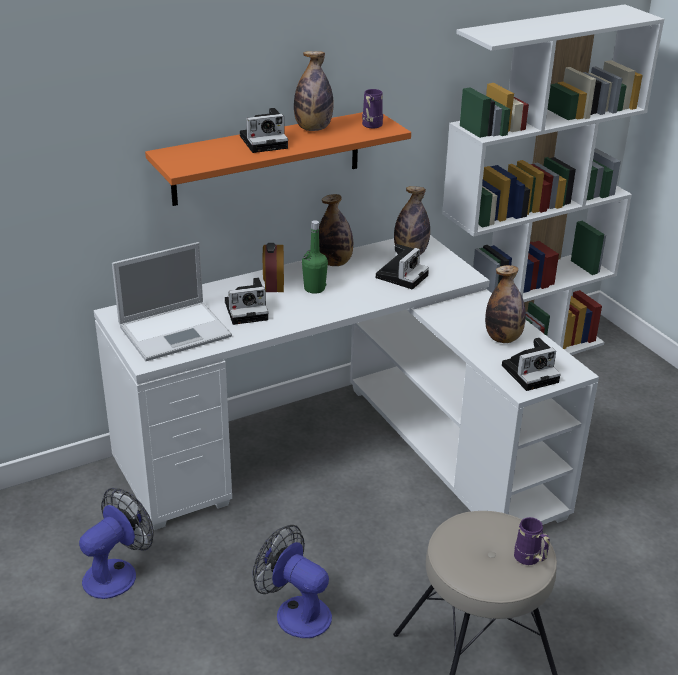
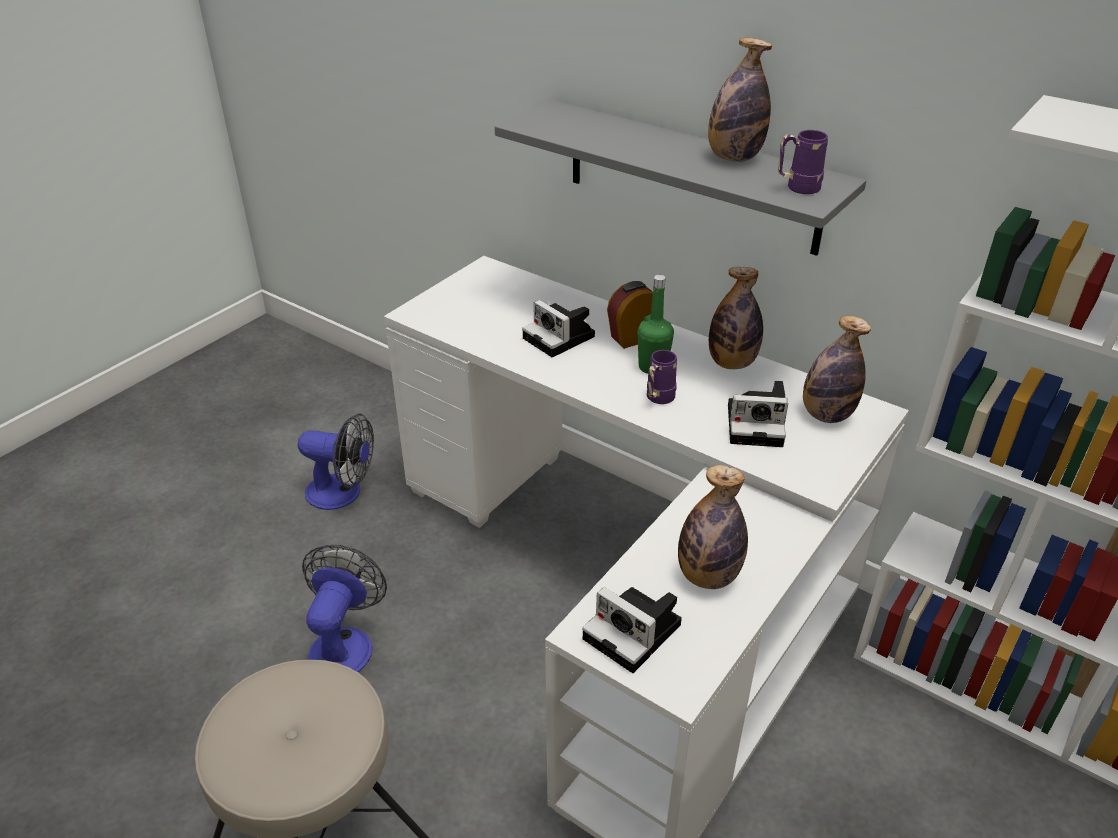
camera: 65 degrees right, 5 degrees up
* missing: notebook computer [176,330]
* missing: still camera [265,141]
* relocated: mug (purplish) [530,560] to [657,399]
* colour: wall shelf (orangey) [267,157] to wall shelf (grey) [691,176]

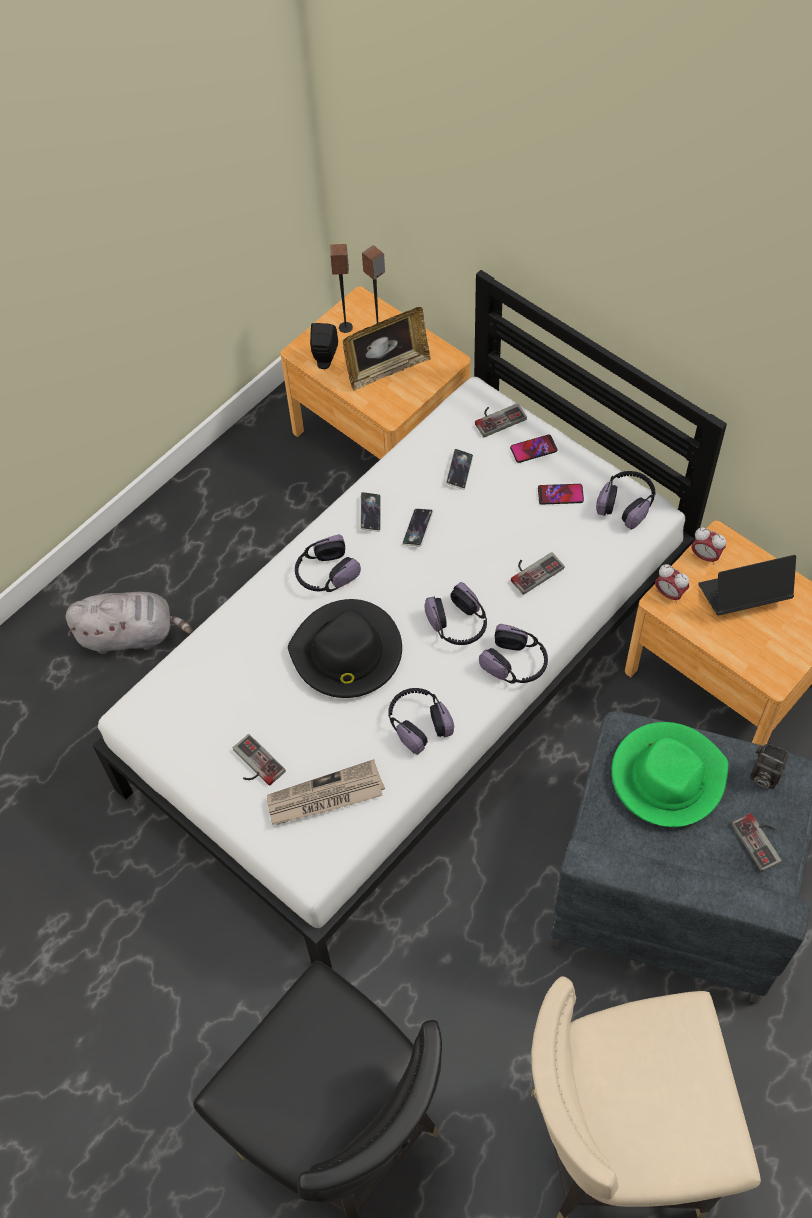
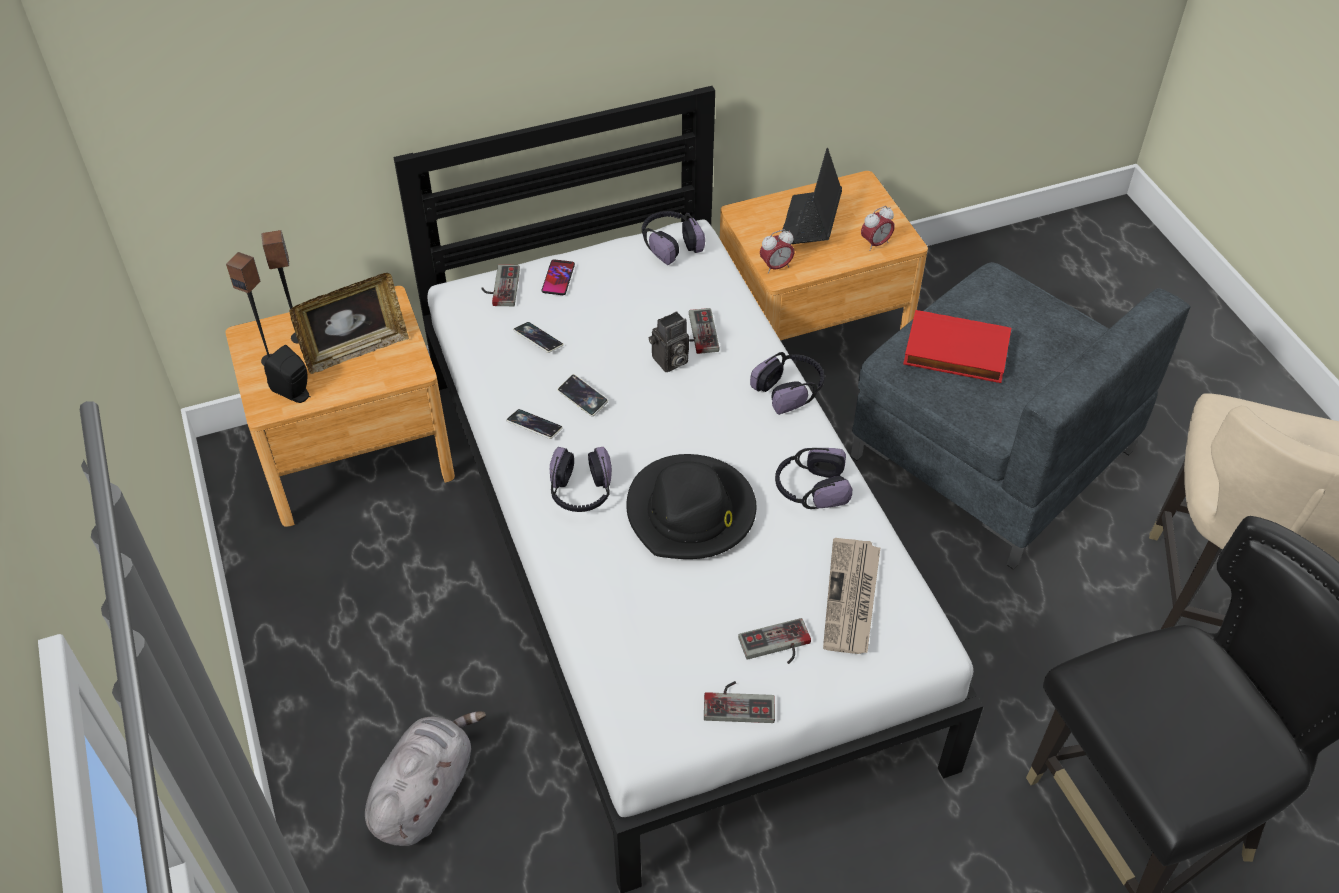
camera: 65 degrees left, 10 degrees down
* missing: headphones [458,624]
* missing: handset [560,494]
* relocated: bedside clock [705,556] to [875,244]
* relocated: game controller [761,840] to [739,701]
* relocated: still camera [763,775] to [669,362]
* exchanged: wearable hat (green-coloured) [667,776] to book (reddish) [955,353]
* spun: picture frame [387,369] = [355,350] 60 degrees clockwise

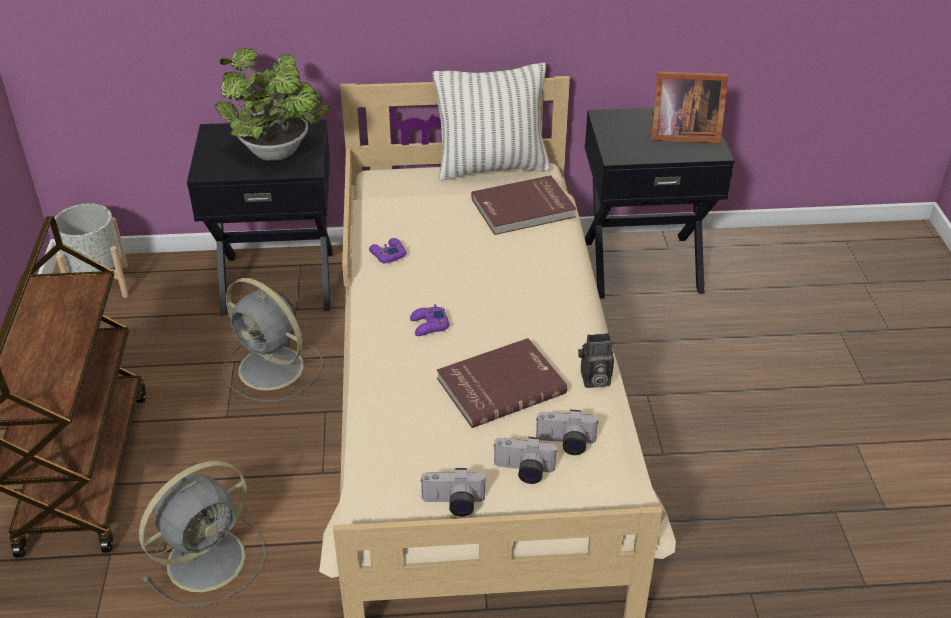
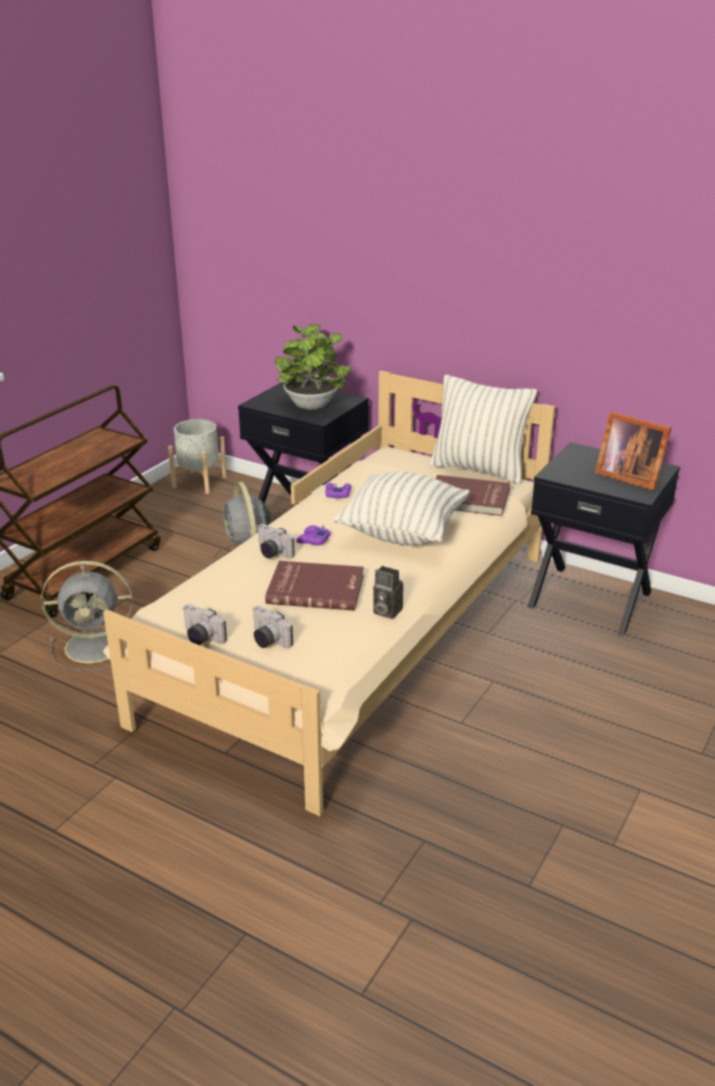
camera: 35 degrees right, 10 degrees down
* appeared: throw pillow [402,533]
* relocated: still camera [565,444] to [271,553]

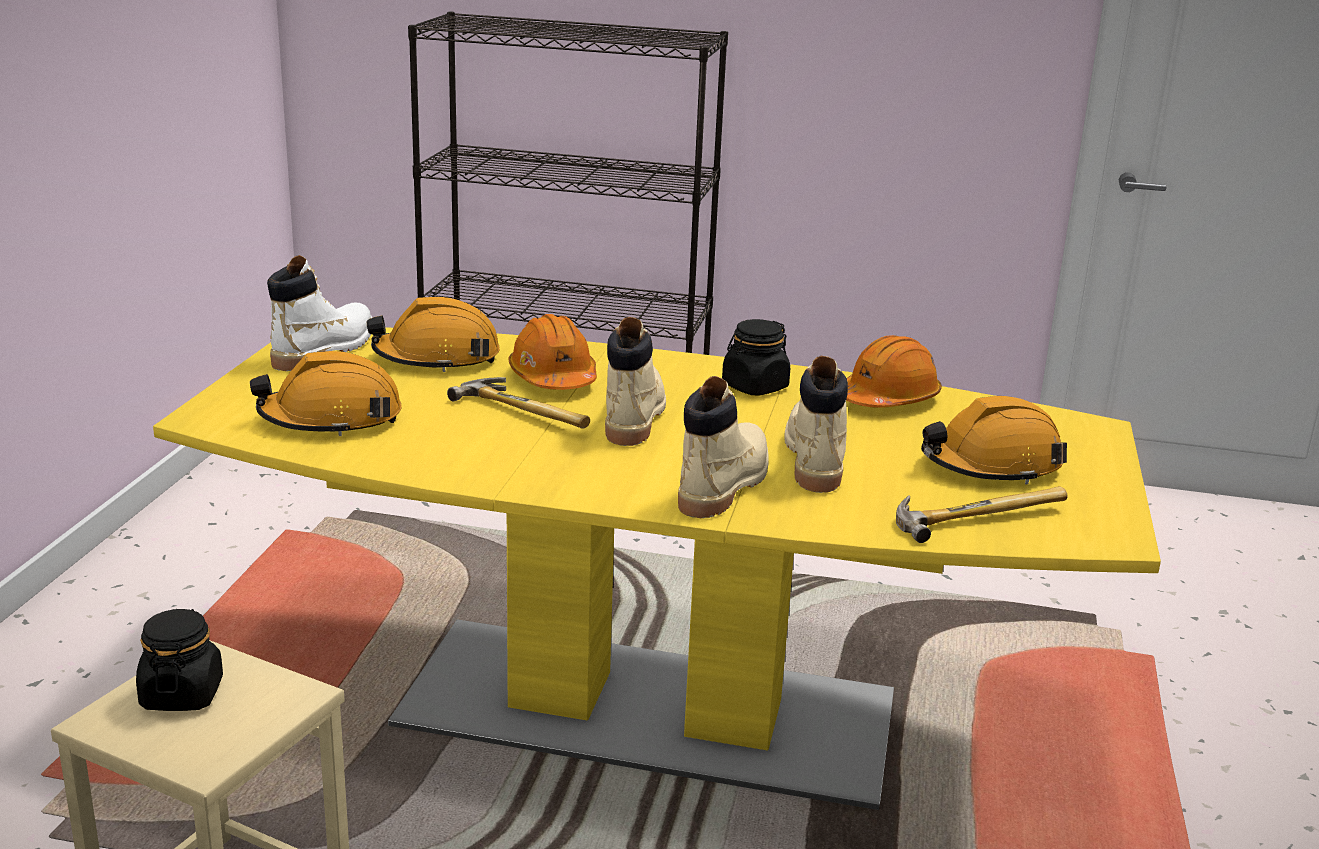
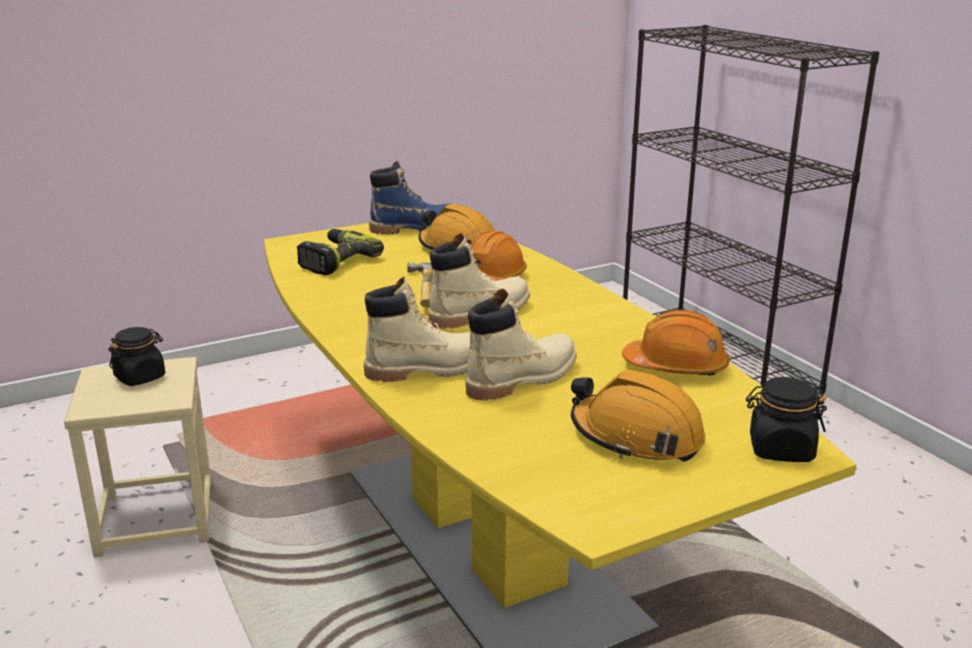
camera: 50 degrees right, 0 degrees up
* missing: hand hammer [975,515]
* relocated: storage jar (black) [754,387] to [780,449]
* exchanged: work helmet (orangey) [331,419] to drill [335,261]
* colour: boot (white-coloured) [325,350] to boot (blue) [416,228]

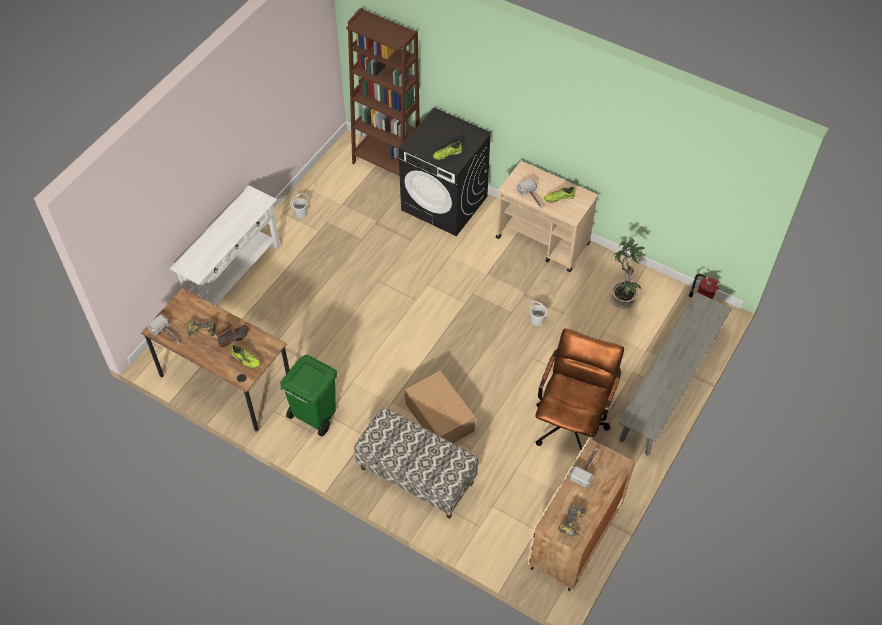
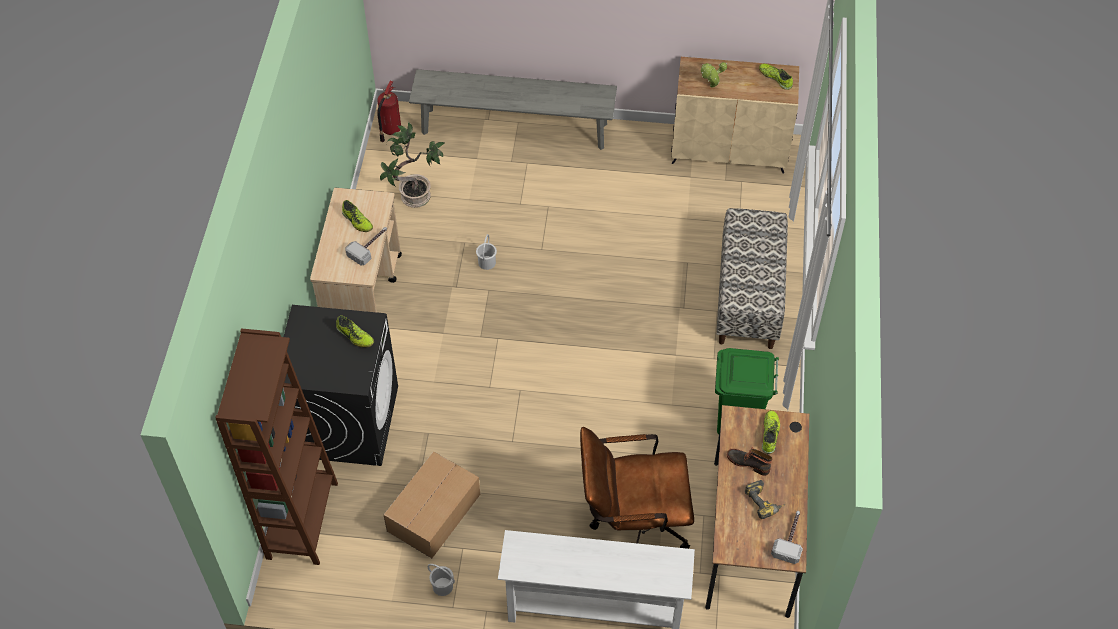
camera: 115 degrees left, 0 degrees up
* relocated: packing box [439,418] to [435,512]
* relocated: computer chair (brown) [572,421] to [632,524]
* exchanged: drill [574,524] to low shoe [775,78]
* exchanged: hand hammer [587,467] to houseplant [710,87]

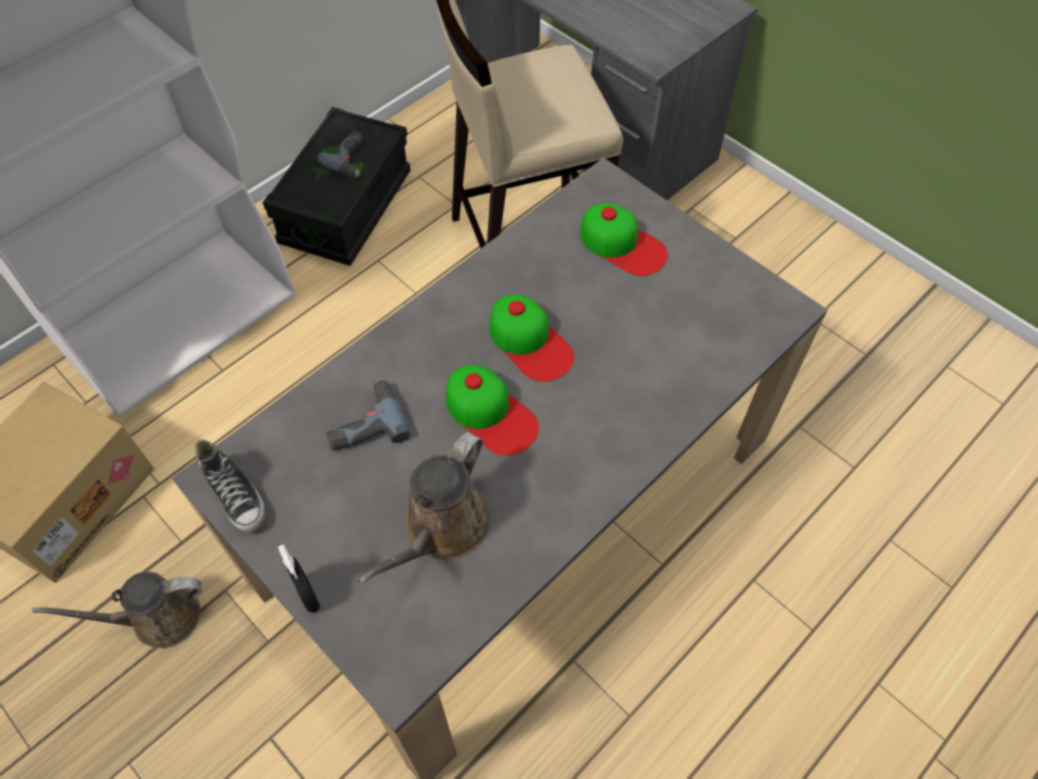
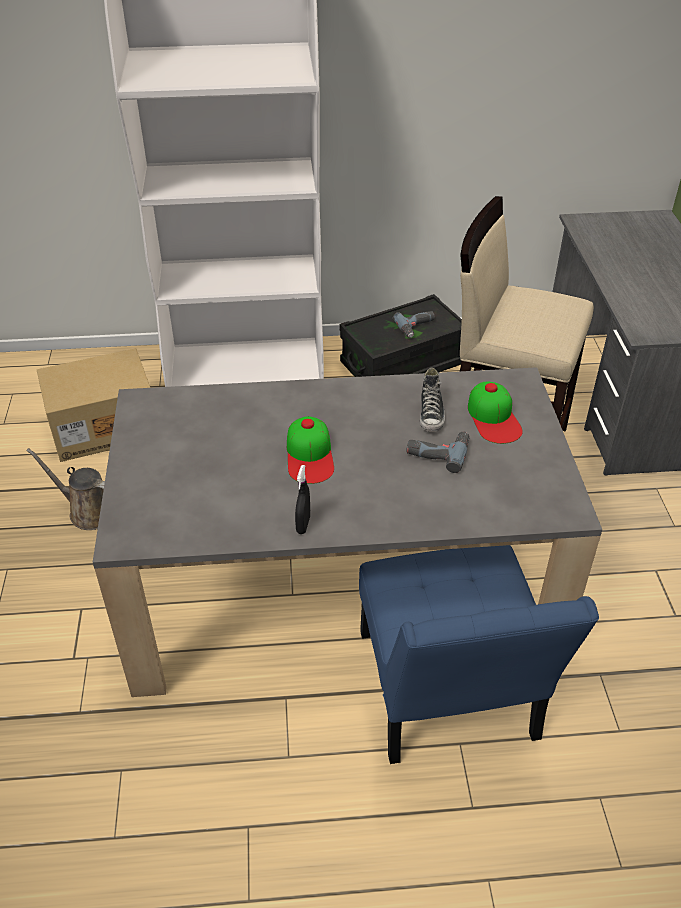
camera: 40 degrees right, 15 degrees down
* missing: watering pot (brown) [441,528]
* missing: cap [530,342]
* appeared: plain chair (blue) [448,695]
* relocated: low shoe [237,495] to [431,414]
* relocated: hand sprayer (black) [308,595] to [303,525]
* relocated: drill [364,422] to [438,451]

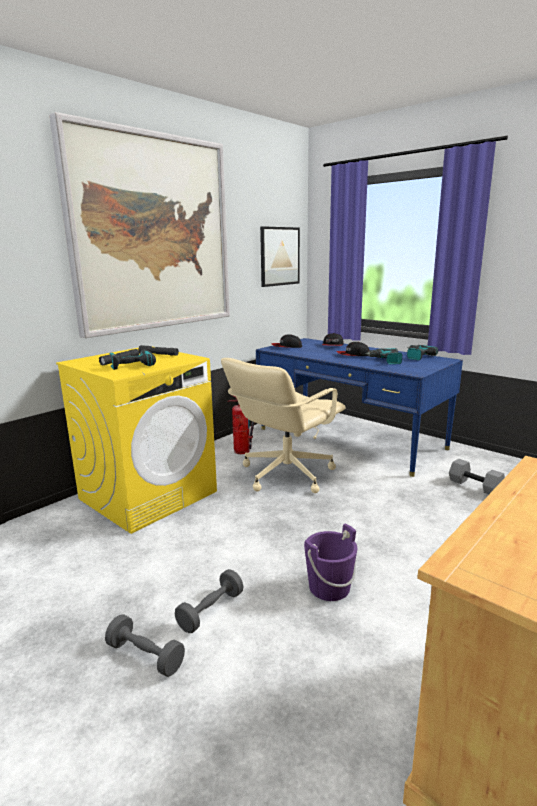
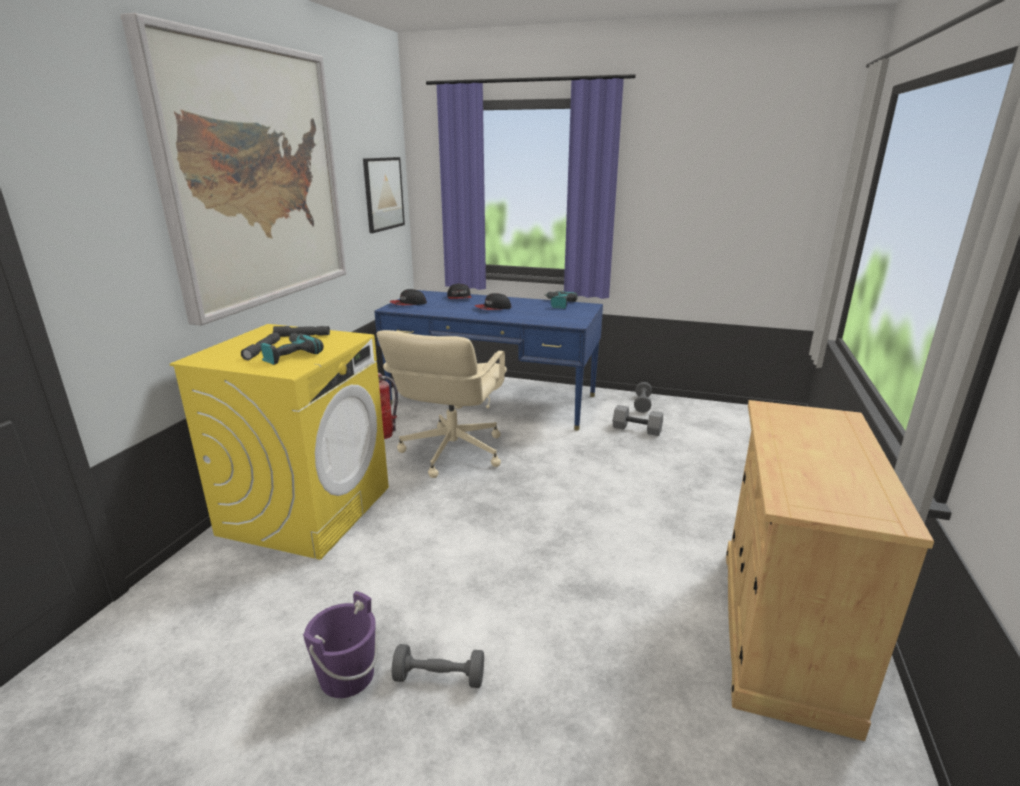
camera: 25 degrees left, 5 degrees up
* missing: drill [385,361]
* relocated: hand weight (grey) [211,611] to [642,404]
* relocated: water bucket (purplish) [329,587] to [347,675]

